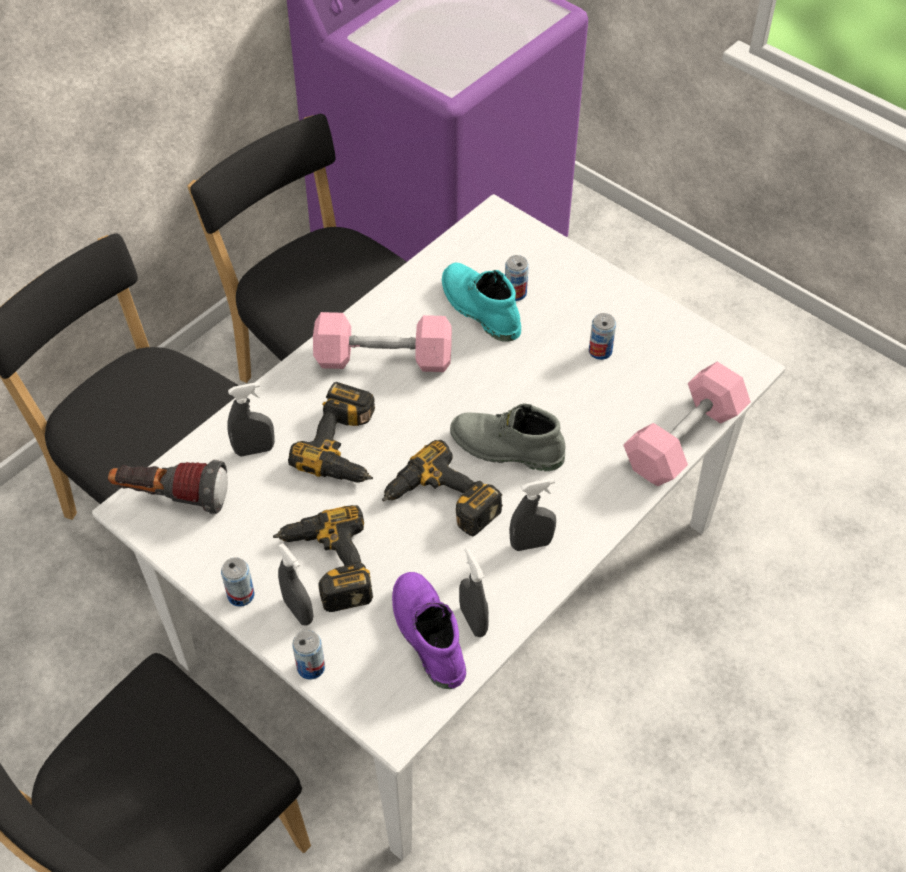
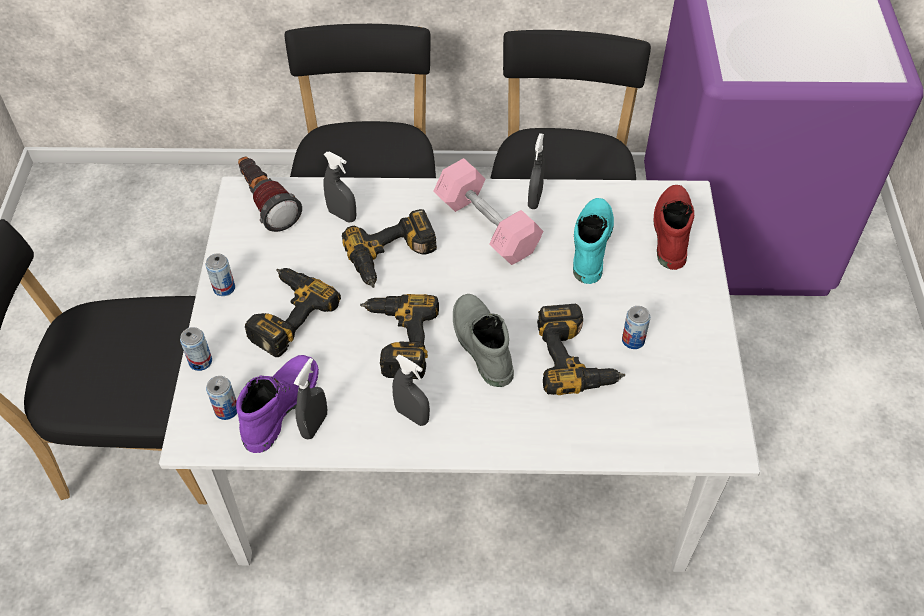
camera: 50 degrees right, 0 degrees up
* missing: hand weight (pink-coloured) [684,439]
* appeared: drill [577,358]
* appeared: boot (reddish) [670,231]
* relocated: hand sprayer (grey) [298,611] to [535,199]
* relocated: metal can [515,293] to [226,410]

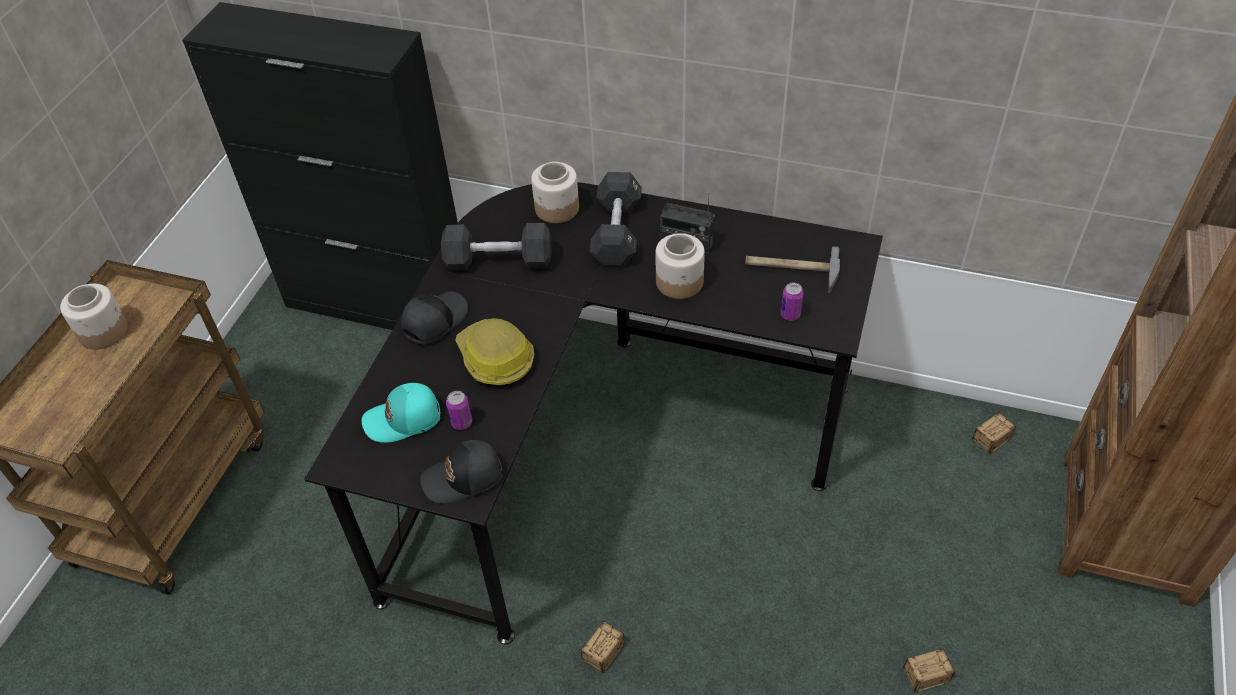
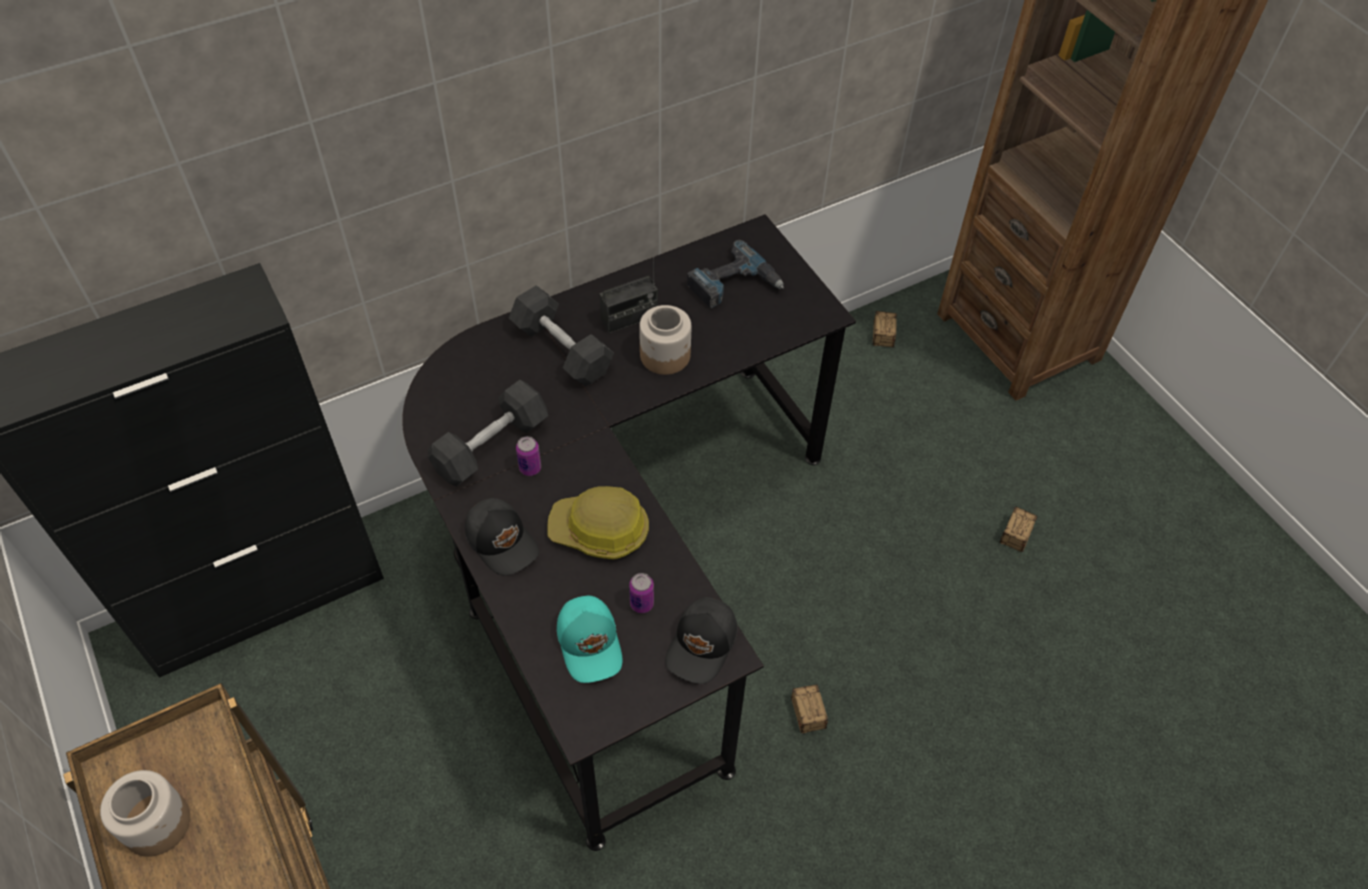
camera: 50 degrees left, 5 degrees up
* missing: storage jar [557,209]
* relocated: metal can [790,314] to [530,468]
* exchanged: hand hammer [791,269] to drill [734,285]
* spun: cap (turquoise) [404,420] = [591,643] 45 degrees counterclockwise
* spun: cap (black) [434,320] = [502,541] 150 degrees clockwise

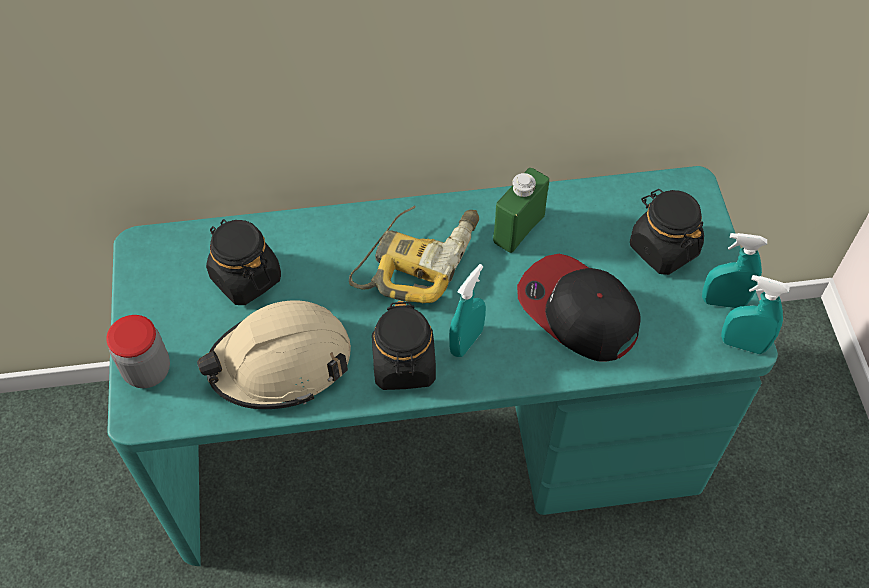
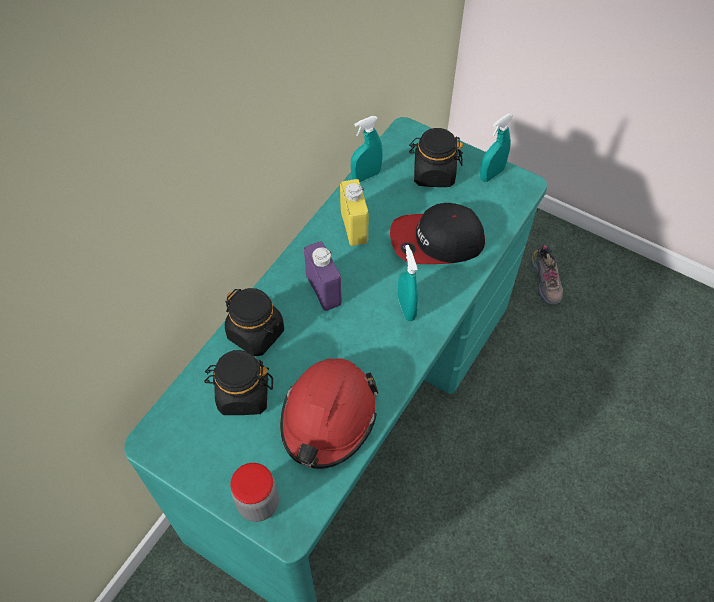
camera: 50 degrees left, 0 degrees up
* appeared: low shoe [546,281]
* relocated: storage jar (black) [404,365] to [256,333]
* relocated: hand sprayer (turquoise) [742,344] to [366,176]
* exchanged: drill [418,258] to beverage bottle (purplish) [323,290]
* colour: work helmet (sand-coloured) [281,363] to work helmet (reddish) [328,417]
* colour: beverage bottle (green-coloured) [518,229] to beverage bottle (yellowish) [354,227]

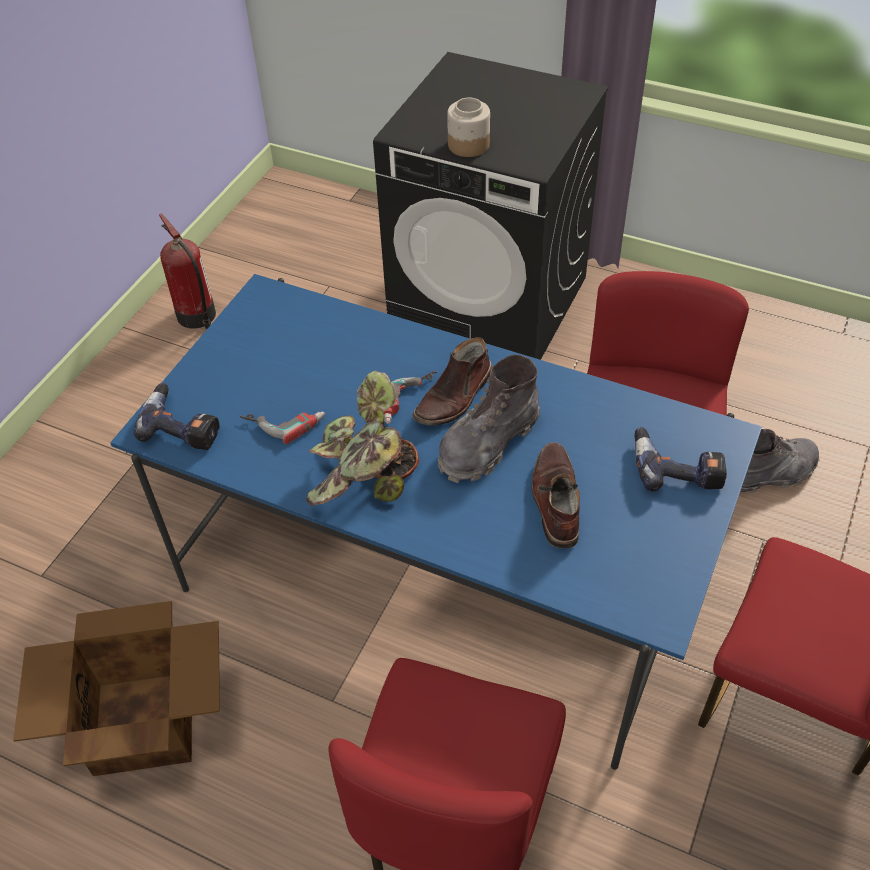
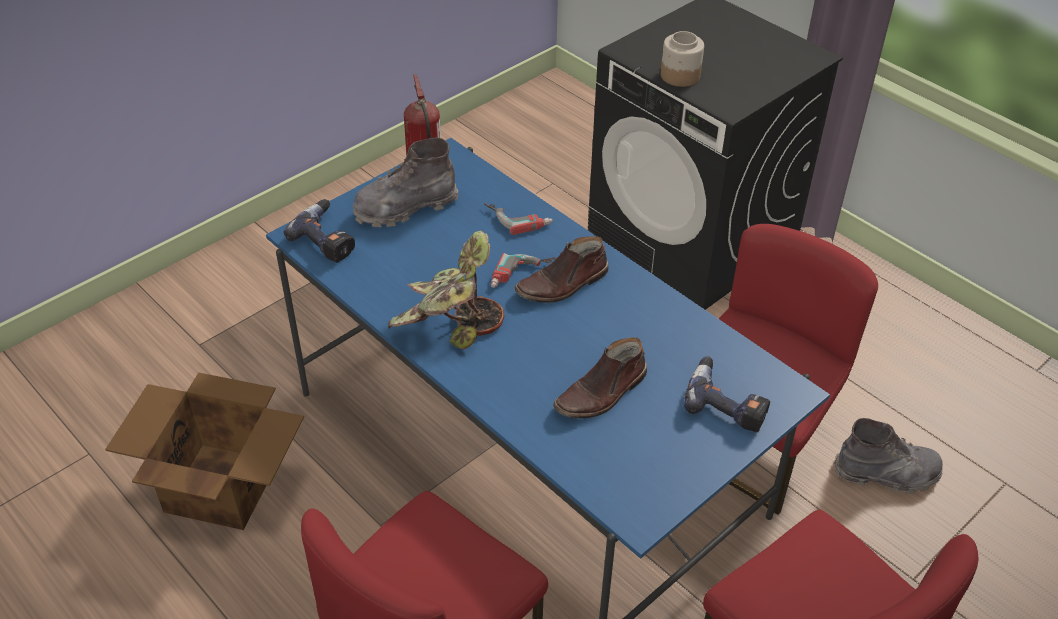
camera: 20 degrees right, 5 degrees down
* relocated: drill [284,420] to [518,217]
* relocated: boot (grey) [487,444] to [405,207]
* spun: boot (brown) [555,500] = [602,393] 150 degrees counterclockwise

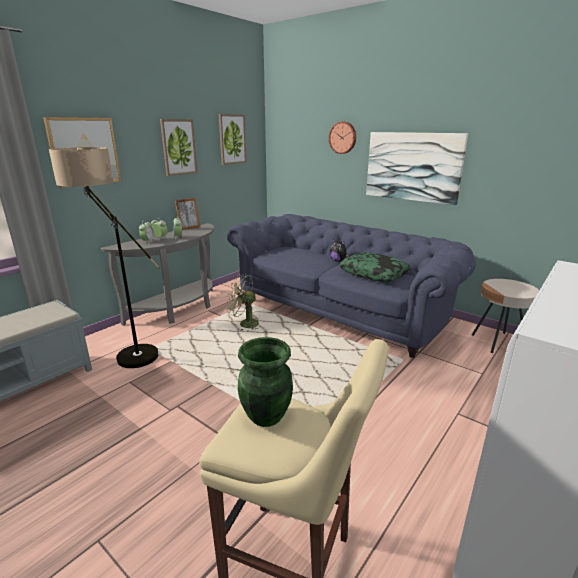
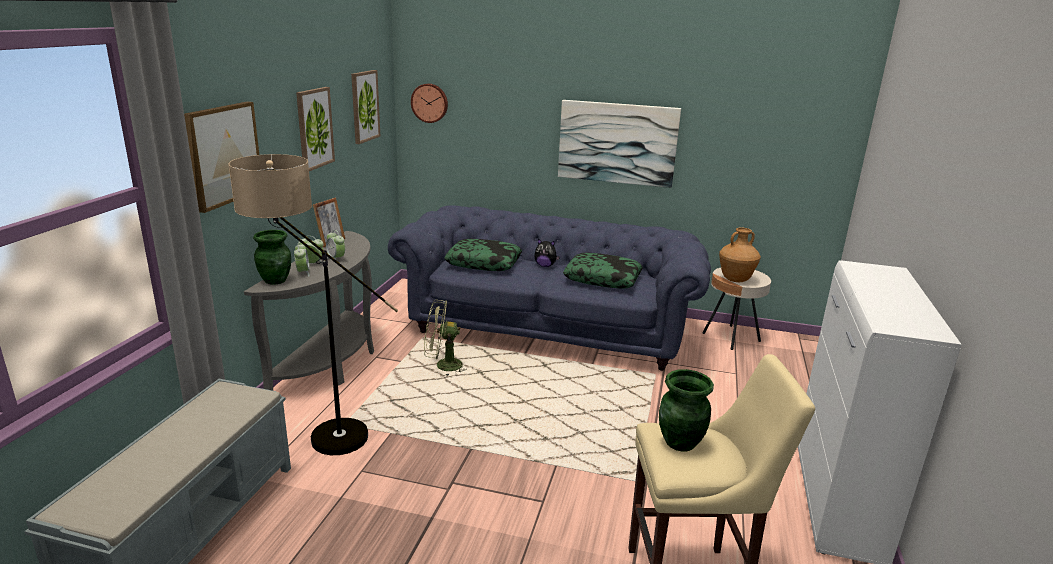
camera: 25 degrees left, 0 degrees up
* appeared: decorative vase (green-coloured) [276,280]
* appeared: throw pillow [484,262]
* appeared: decorative vase (brown) [735,280]
* relocated: wall clock [343,137] to [430,103]

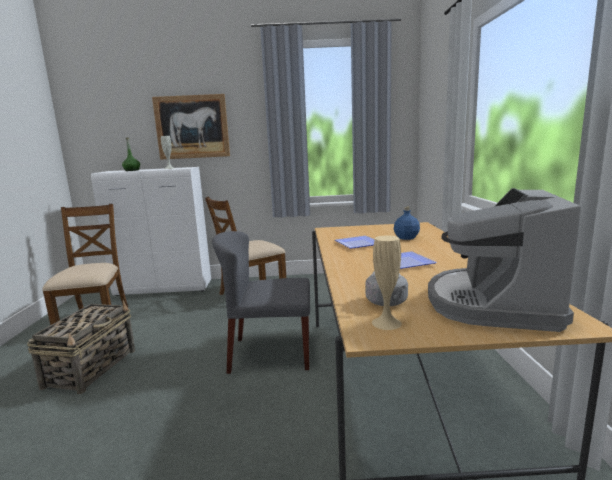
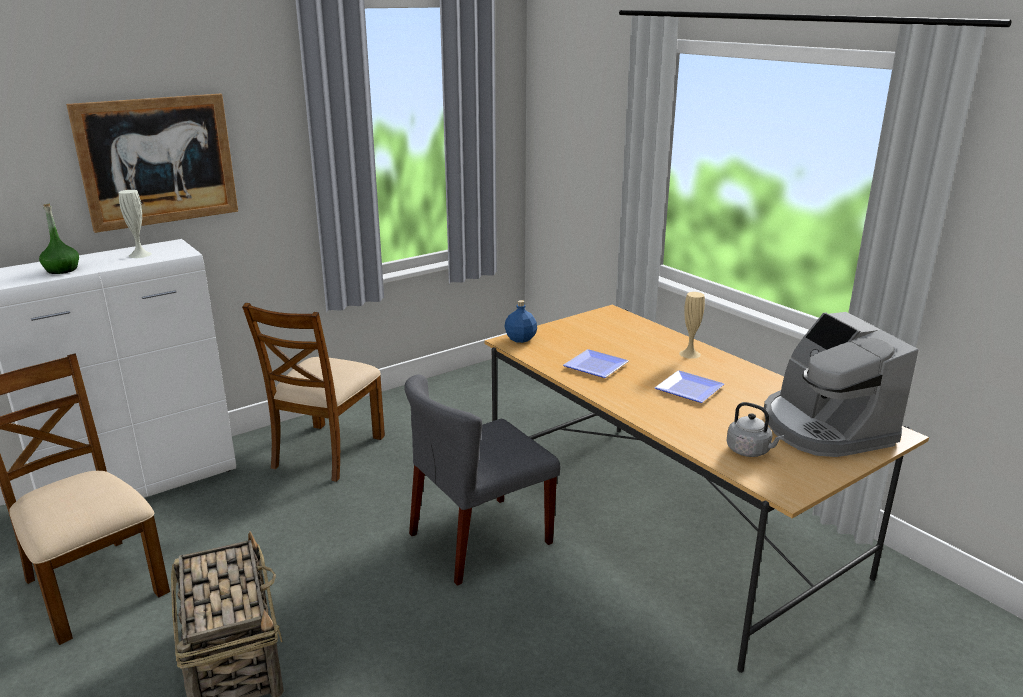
camera: 35 degrees left, 10 degrees up
* relocated: decorative vase (sand-coloured) [386,323] to [689,354]
* relocated: beverage bottle (blue) [406,238] to [520,339]

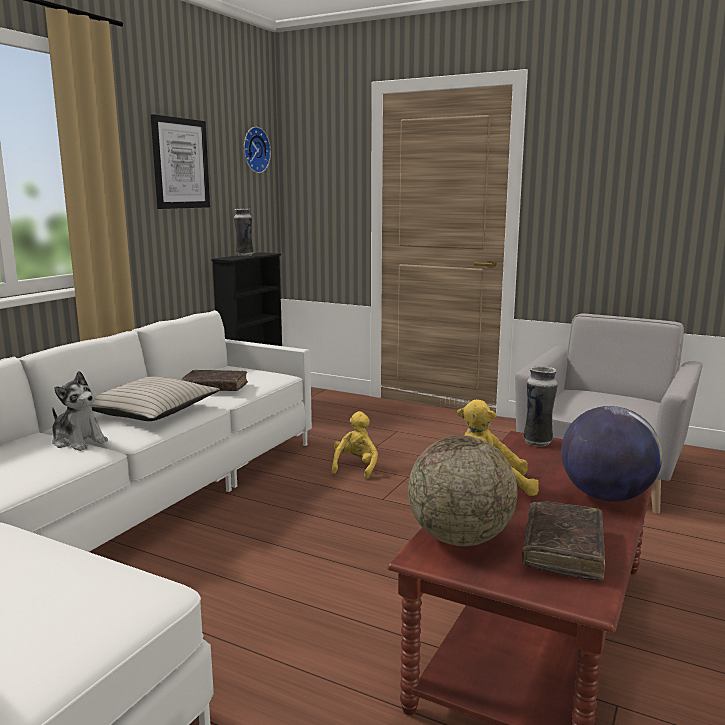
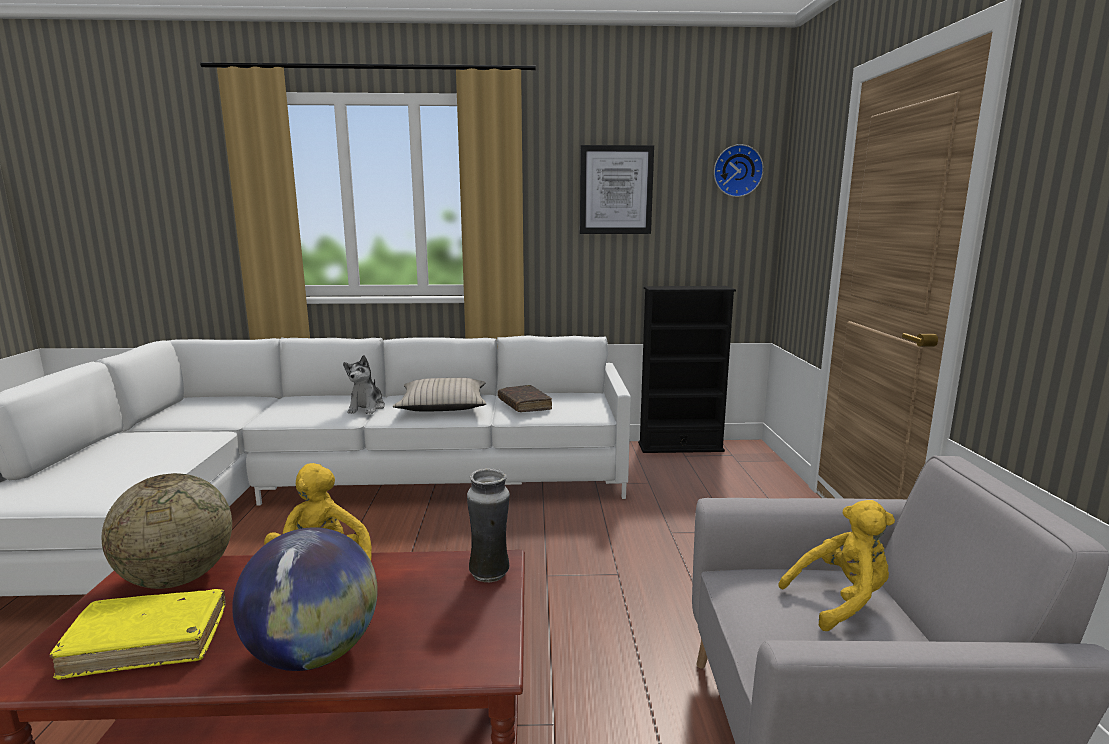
camera: 60 degrees right, 0 degrees up
* missing: decorative vase [244,255]
* relocated: cuddly toy (yellowish) [355,467] to [840,601]
* colour: book (brown) [563,549] to book (yellowish) [147,643]

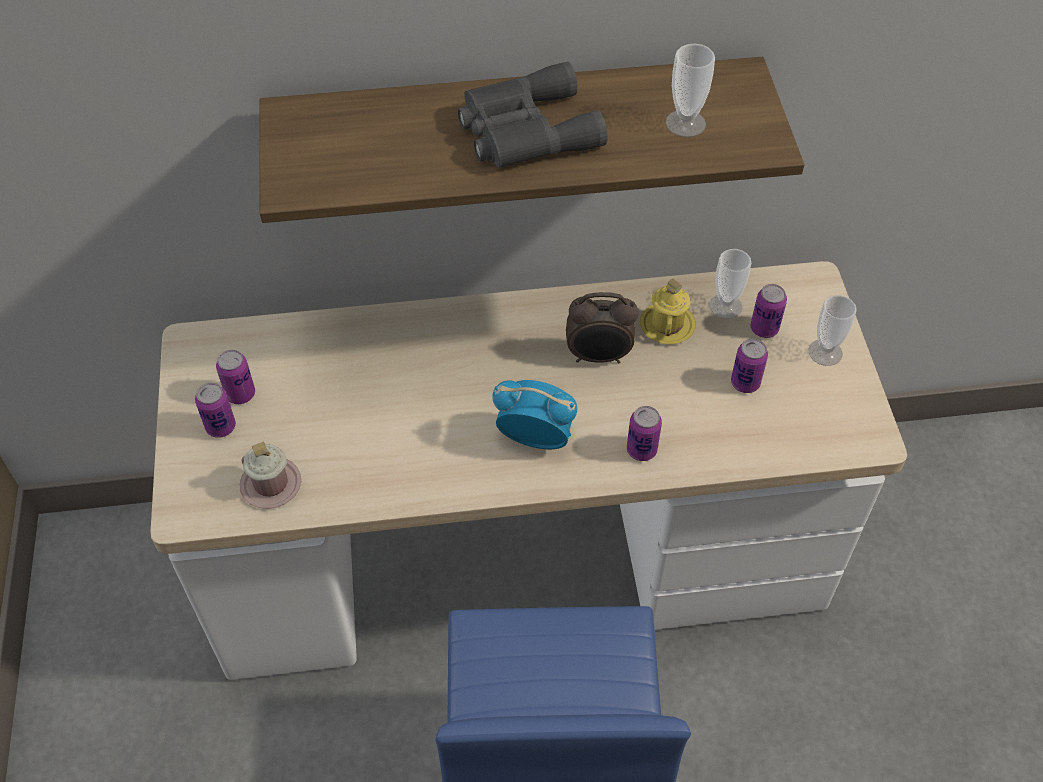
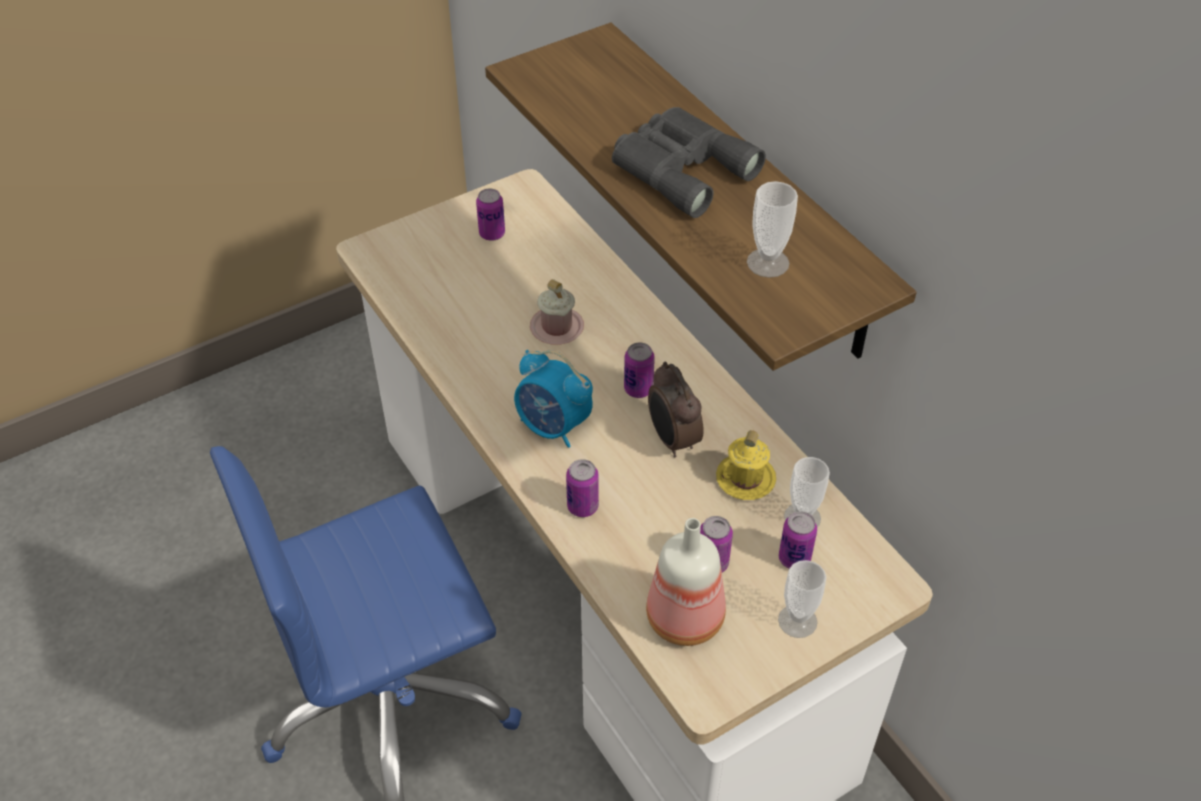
camera: 65 degrees right, 5 degrees down
* appeared: beverage bottle [685,616]
* relocated: metal can [221,427] to [638,389]
* relocated: mug (pink-coloured) [271,484] to [557,327]
* spun: bedside clock [535,437] = [553,427] 135 degrees clockwise

